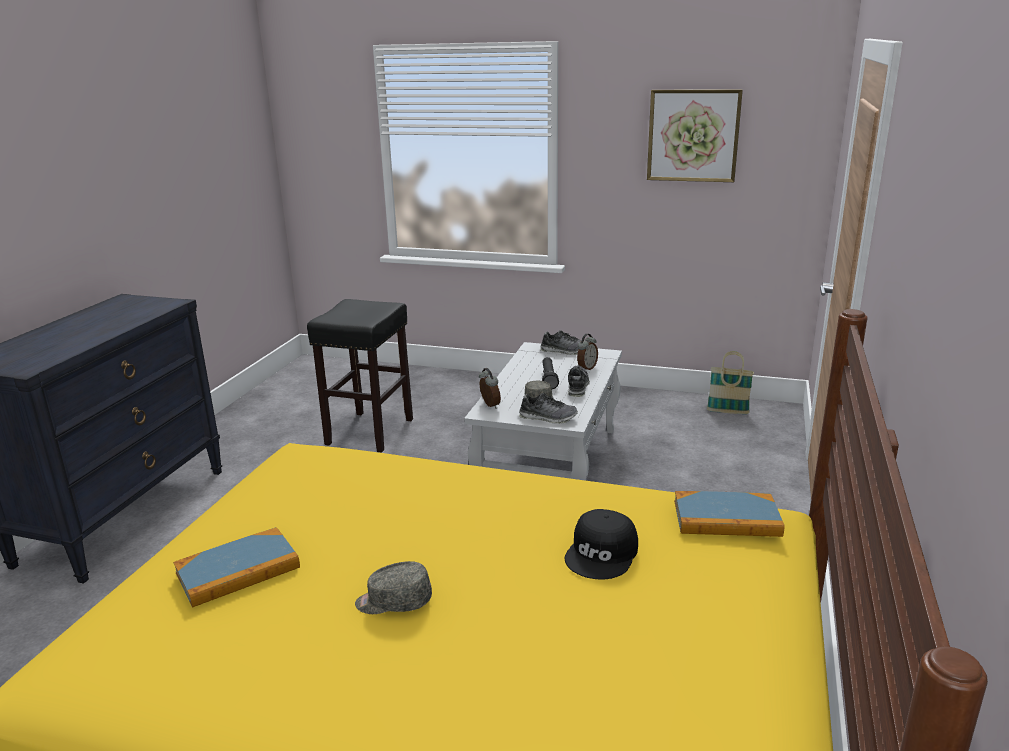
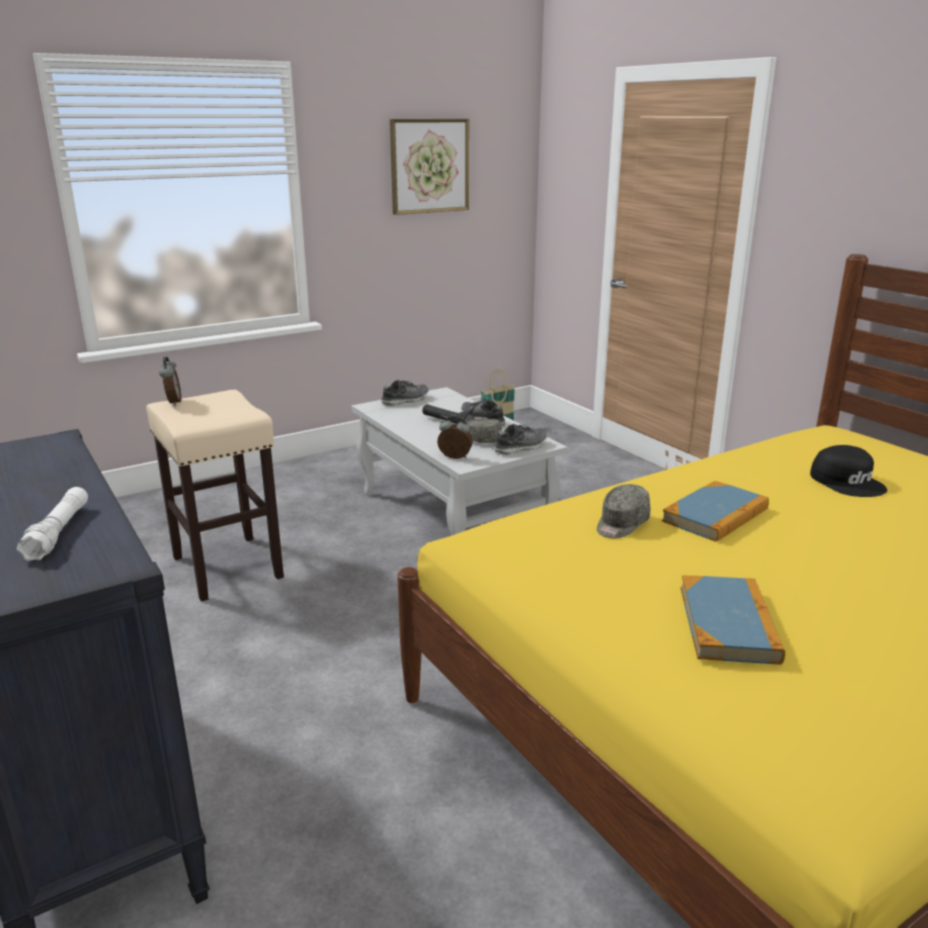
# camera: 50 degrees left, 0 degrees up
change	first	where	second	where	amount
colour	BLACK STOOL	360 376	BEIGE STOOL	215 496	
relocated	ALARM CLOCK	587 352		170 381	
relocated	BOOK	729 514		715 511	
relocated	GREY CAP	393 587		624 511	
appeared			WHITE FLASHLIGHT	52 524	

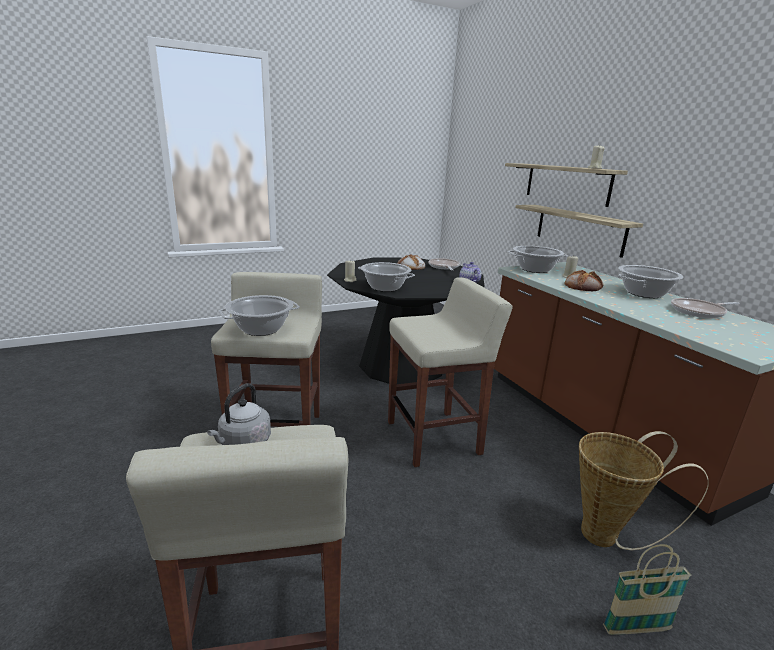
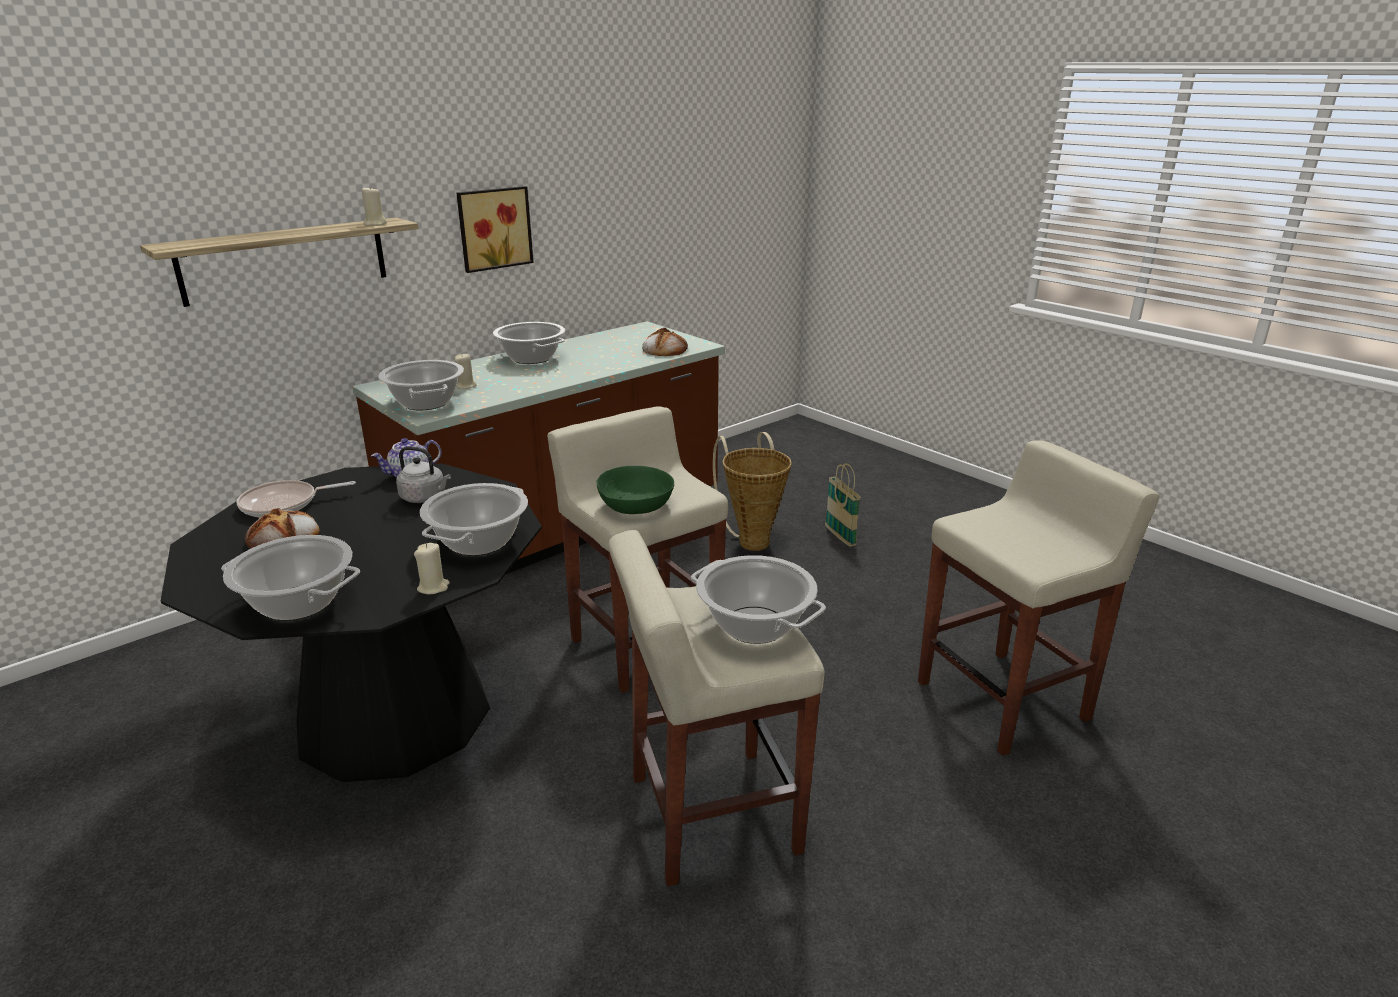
# camera: 105 degrees left, 5 degrees up
change	first	where	second	where	amount
missing	SHELF	579 231			
relocated	BREAD	584 280		665 342	
missing	FRYING PAN	705 308			
relocated	GREY KETTLE	239 414		423 474	
appeared			PICTURE	495 229	
appeared			GREEN BOWL	635 490	
appeared			COOKING POT	290 578	

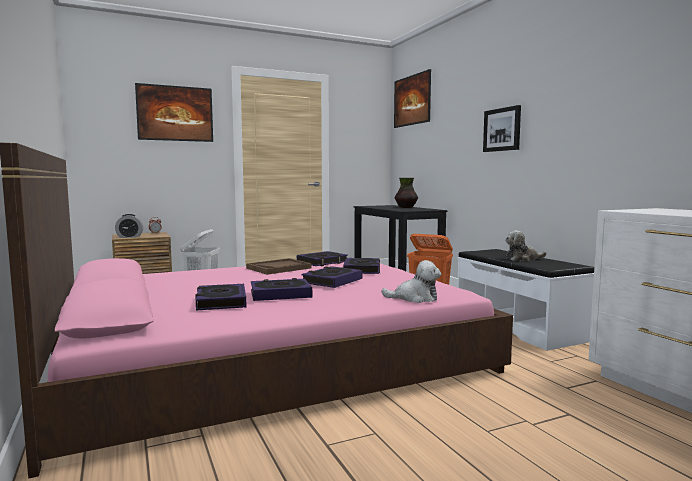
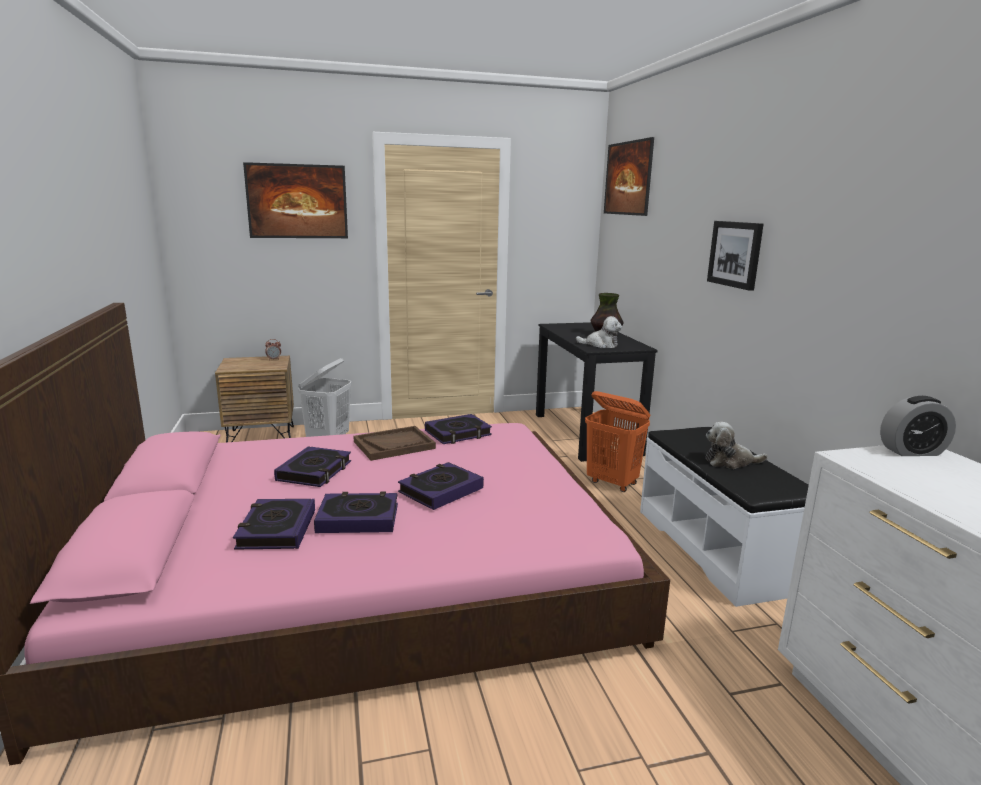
# camera: 10 degrees right, 10 degrees up
change	first	where	second	where	amount
relocated	ALARM CLOCK	129 226		918 426	
relocated	BOOK	361 266		312 466	
relocated	PLUSH TOY	411 281		599 332	

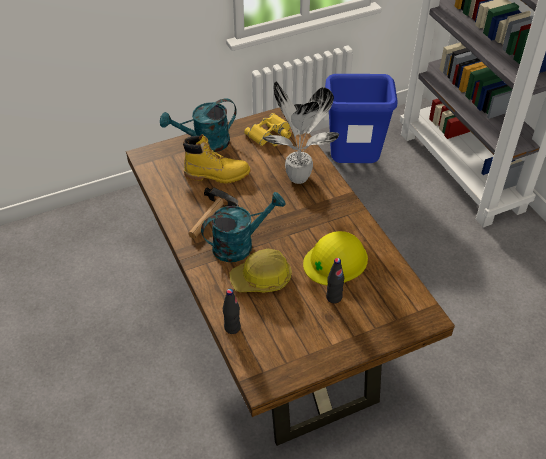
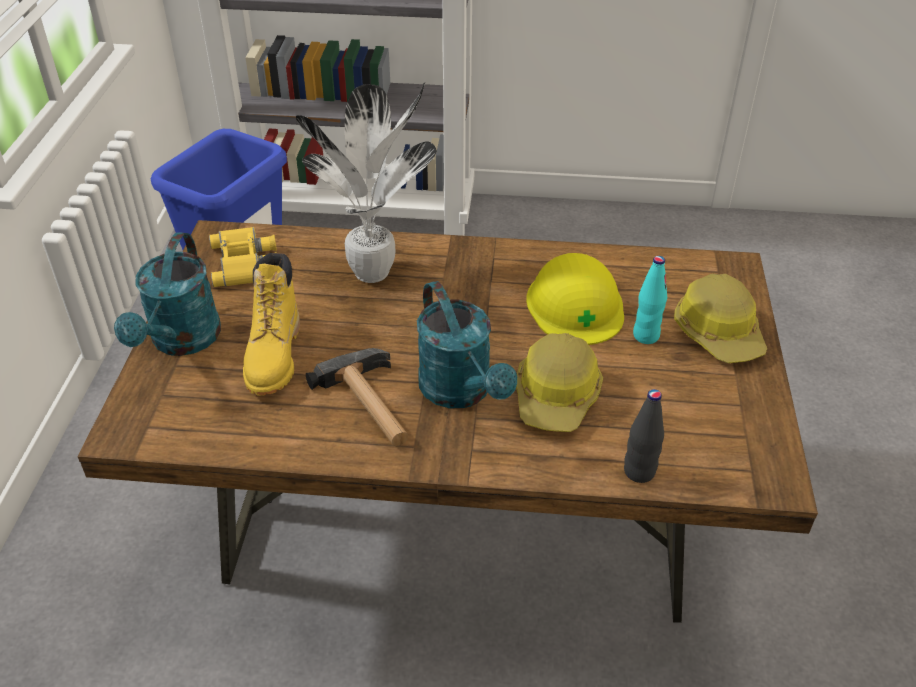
# camera: 60 degrees left, 5 degrees down
change	first	where	second	where	amount
spun	YELLOW BOOT	217 158		271 324	150 degrees clockwise
spun	TURQUOISE WATERING CAN	243 227		467 344	150 degrees clockwise
colour	BLACK BOTTLE	335 280	TURQUOISE BOTTLE	650 300	
appeared			HARD HAT	720 318	

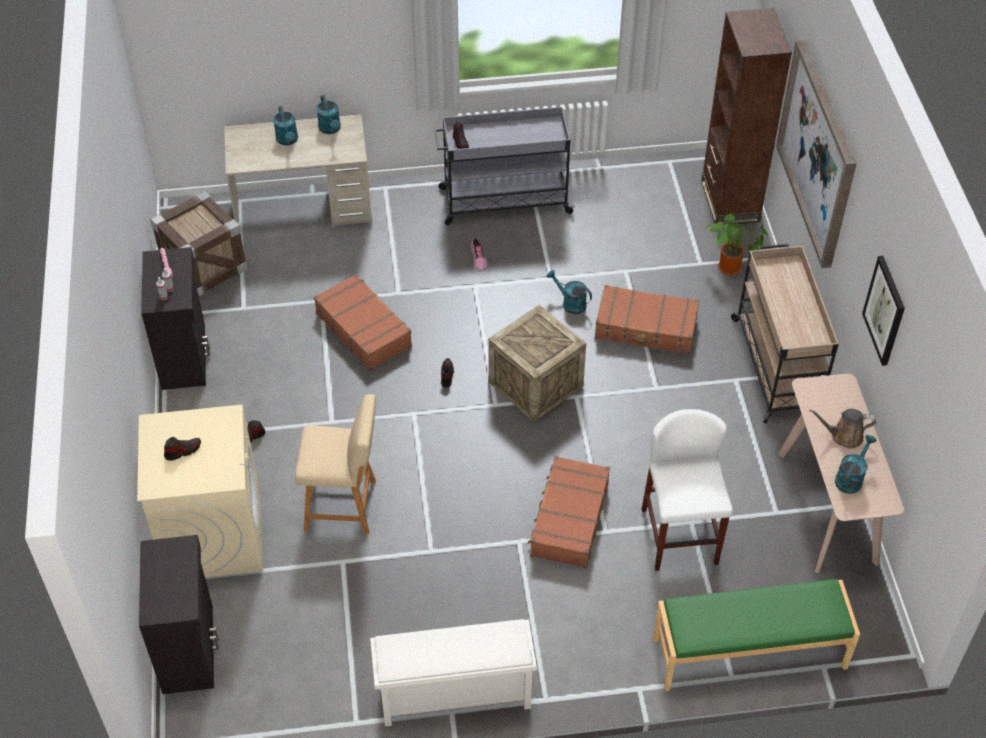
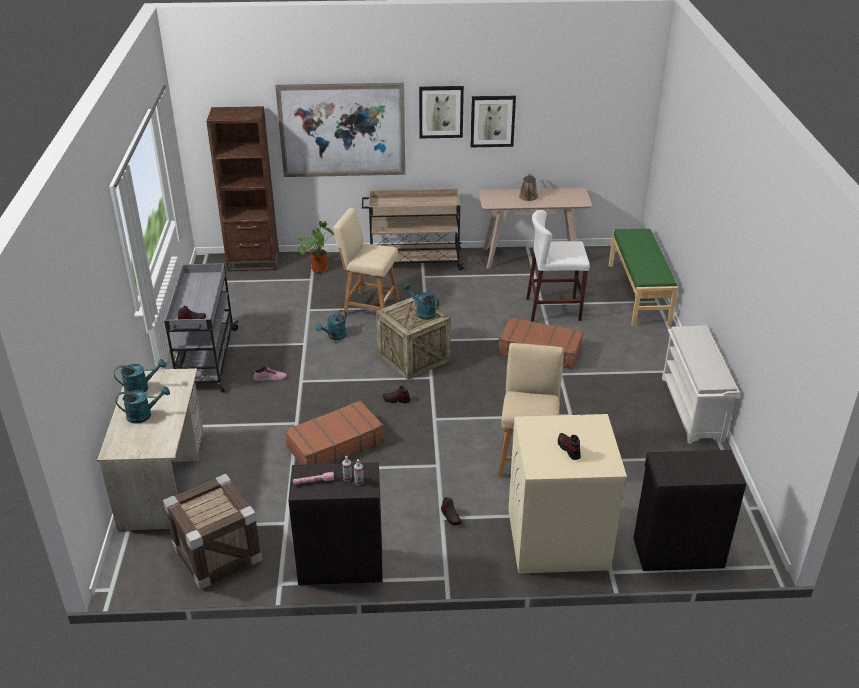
# camera: 85 degrees left, 15 degrees down
change	first	where	second	where	amount
exchanged	BROWN SUITCASE	647 319	BEIGE STOOL	366 261	
relocated	TURQUOISE WATERING CAN	856 464		421 301	
appeared			PICTURE	441 112	

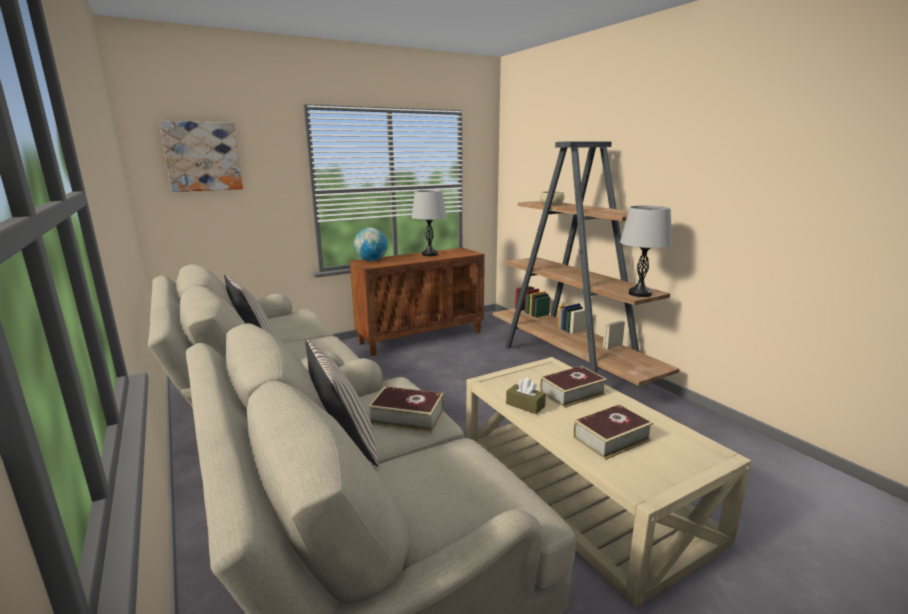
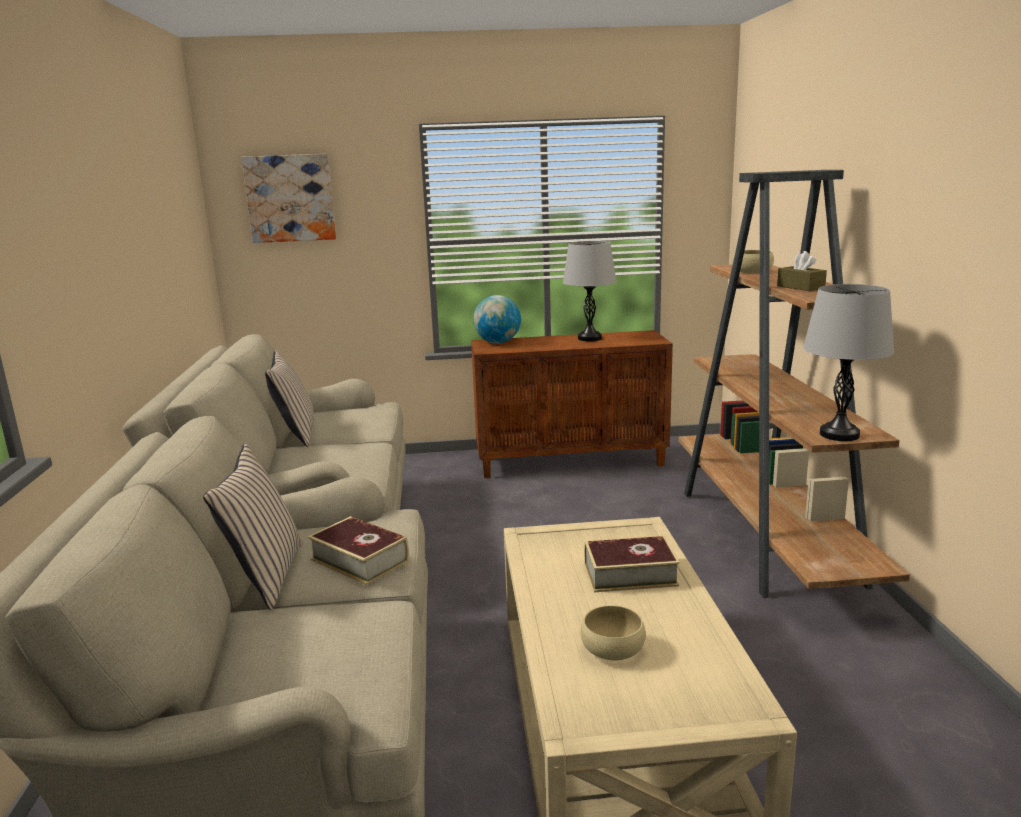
# camera: 25 degrees right, 0 degrees up
change	first	where	second	where	amount
relocated	BROWN TISSUE BOX	526 396		802 271	
exchanged	BOOK	613 432	BEIGE BOWL	613 632	

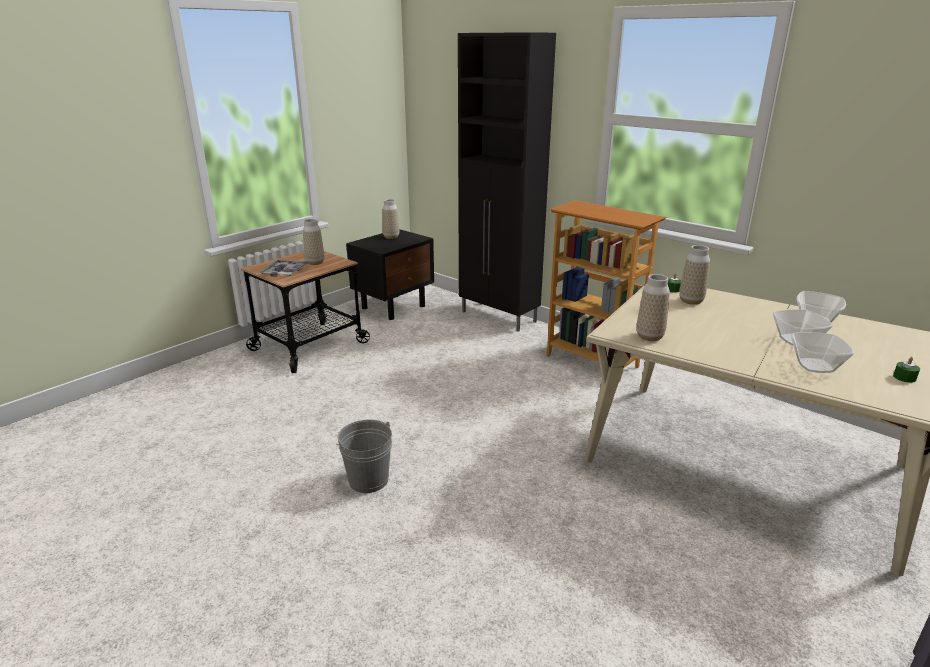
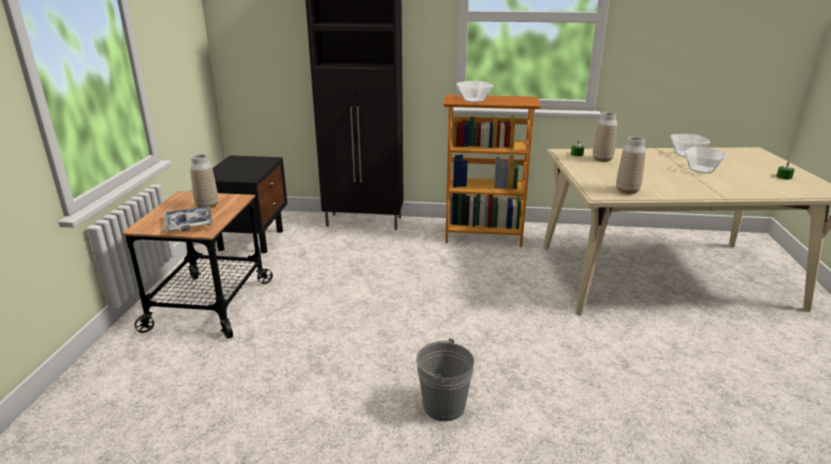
# camera: 35 degrees left, 0 degrees up
change	first	where	second	where	amount
missing	VASE	390 219			
relocated	BOWL	822 352		474 91	

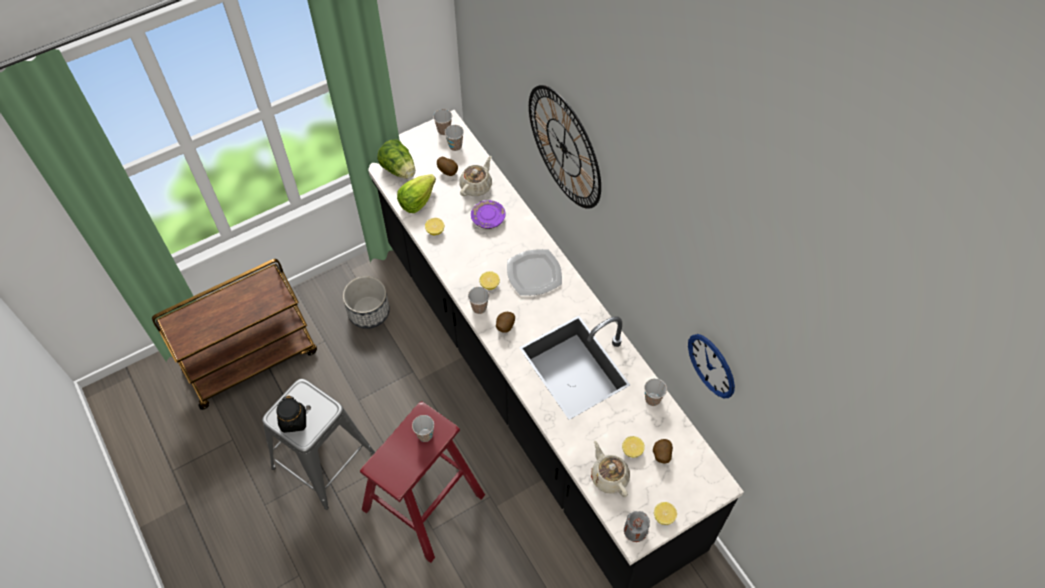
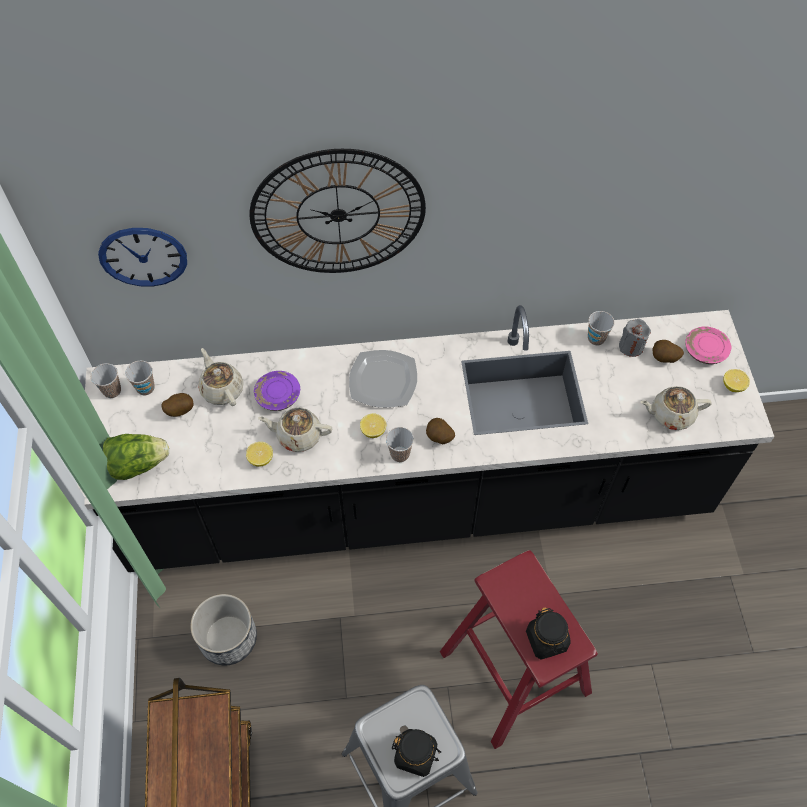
# camera: 65 degrees left, 0 degrees up
change	first	where	second	where	amount
missing	LETTUCE	416 193			
relocated	WALL CLOCK	711 366		142 257	
missing	CUP	423 428			
missing	LEMON	633 447			
relocated	GREY CANDLE	637 526		635 338	
appeared			PINK PLATE	708 345	
appeared			BEIGE TEAPOT	295 429	
appeared			BLACK JAR	548 633	

